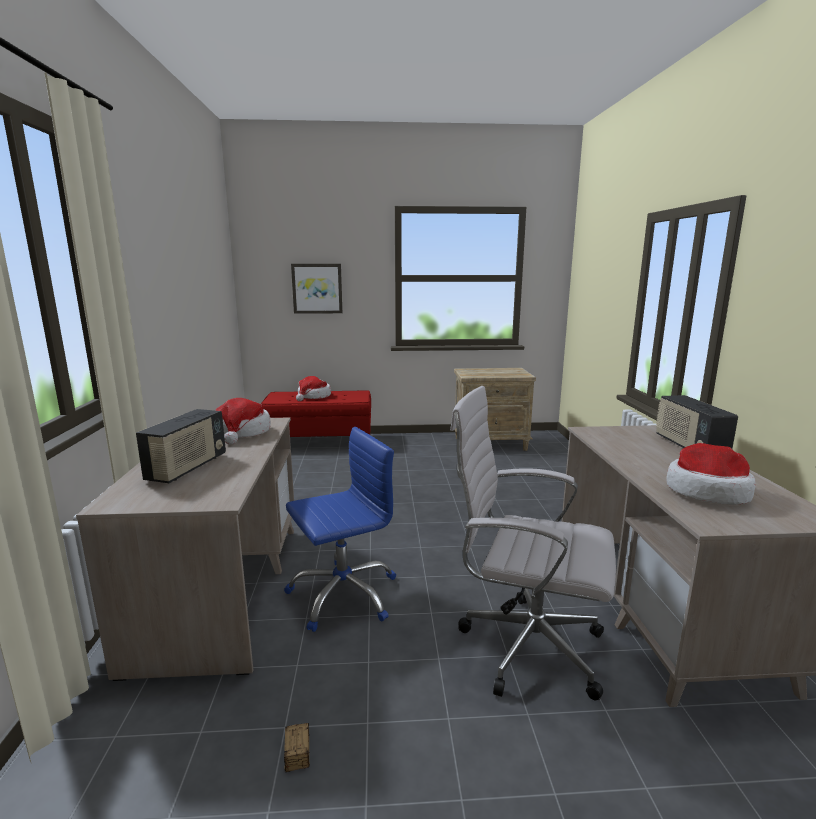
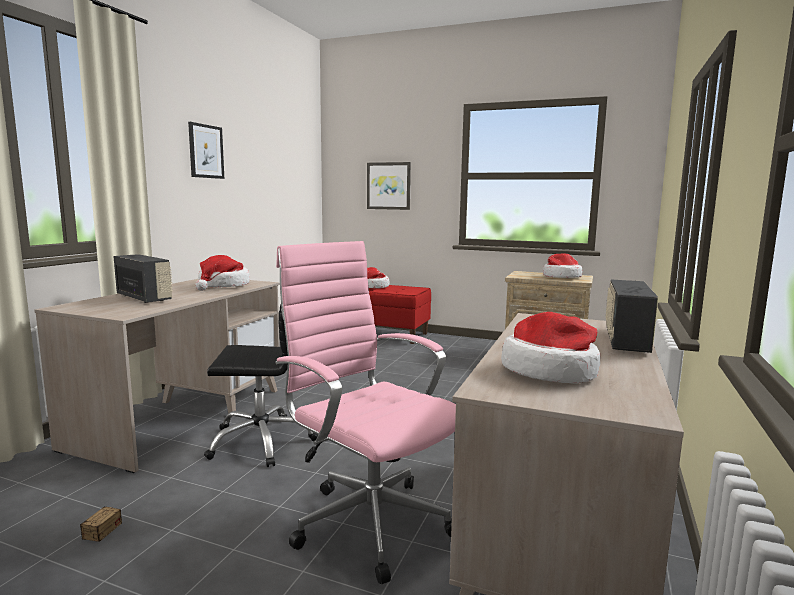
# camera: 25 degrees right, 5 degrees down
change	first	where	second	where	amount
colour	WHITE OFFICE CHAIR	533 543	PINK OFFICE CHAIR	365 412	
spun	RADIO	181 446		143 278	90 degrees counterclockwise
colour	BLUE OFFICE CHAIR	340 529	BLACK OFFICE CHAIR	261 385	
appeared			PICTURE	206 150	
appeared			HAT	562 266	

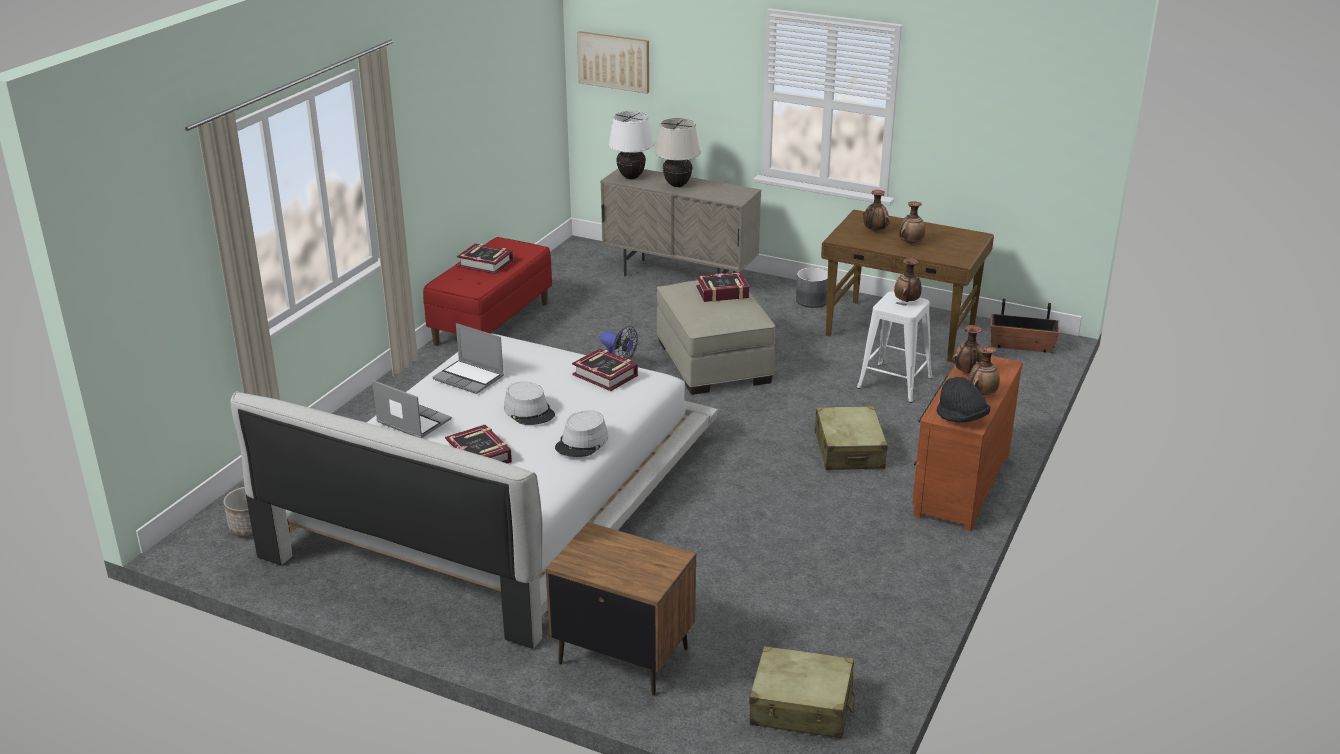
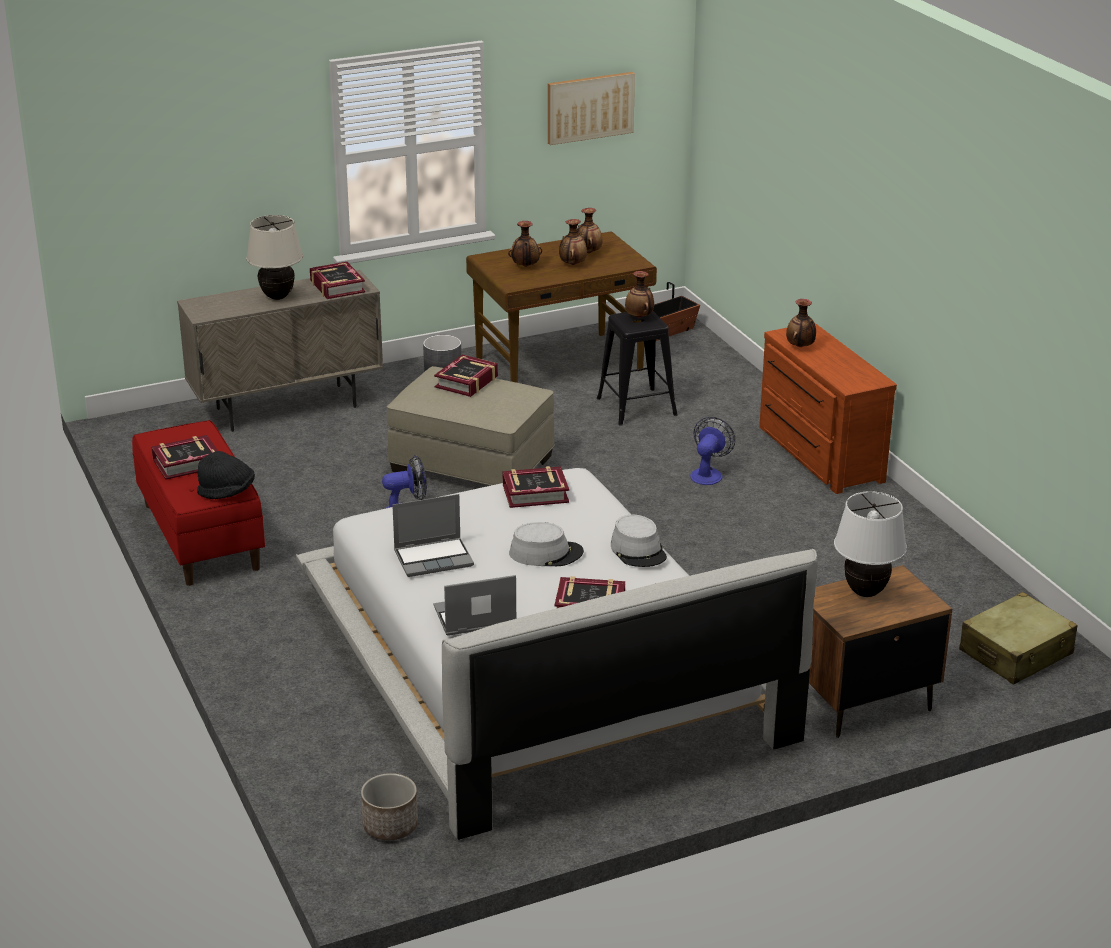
# camera: 50 degrees left, 0 degrees up
change	first	where	second	where	amount
relocated	PICTURE	613 62		591 108	
relocated	WHITE TABLE LAMP	630 145		870 544	
colour	WHITE STOOL	894 347	BLACK STOOL	637 368	
relocated	VASE	984 370		589 230	
relocated	BLACK HAT	963 400		226 475	
exchanged	BEIGE SUITCASE	851 438	FAN	712 451	
appeared			BOOK	337 280	

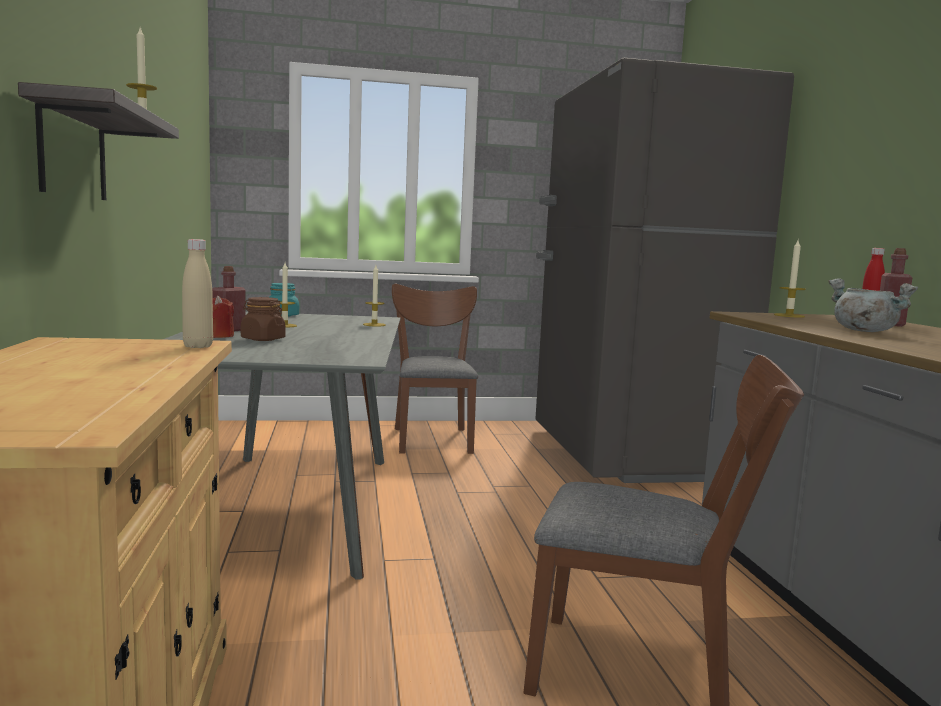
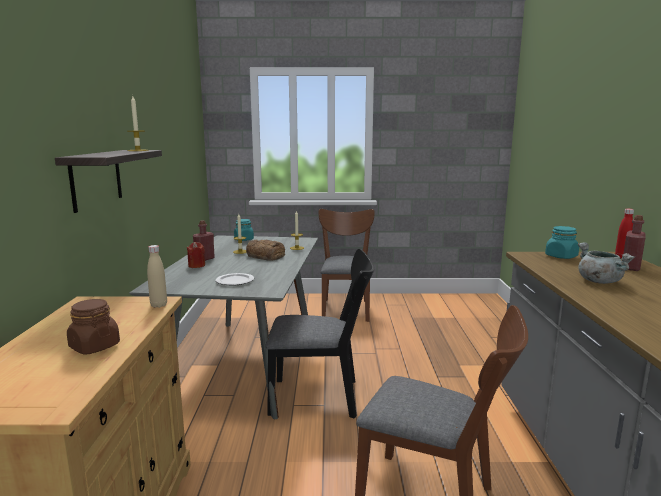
# camera: 10 degrees right, 5 degrees up
change	first	where	second	where	amount
missing	GREY FRIDGE	664 270			
exchanged	CANDLE	790 279	TURQUOISE JAR	562 242	
relocated	BROWN JAR	263 319		93 327	
appeared			BREAD	265 250	
appeared			BLACK CHAIR	320 334	
appeared			PLATE	235 279	

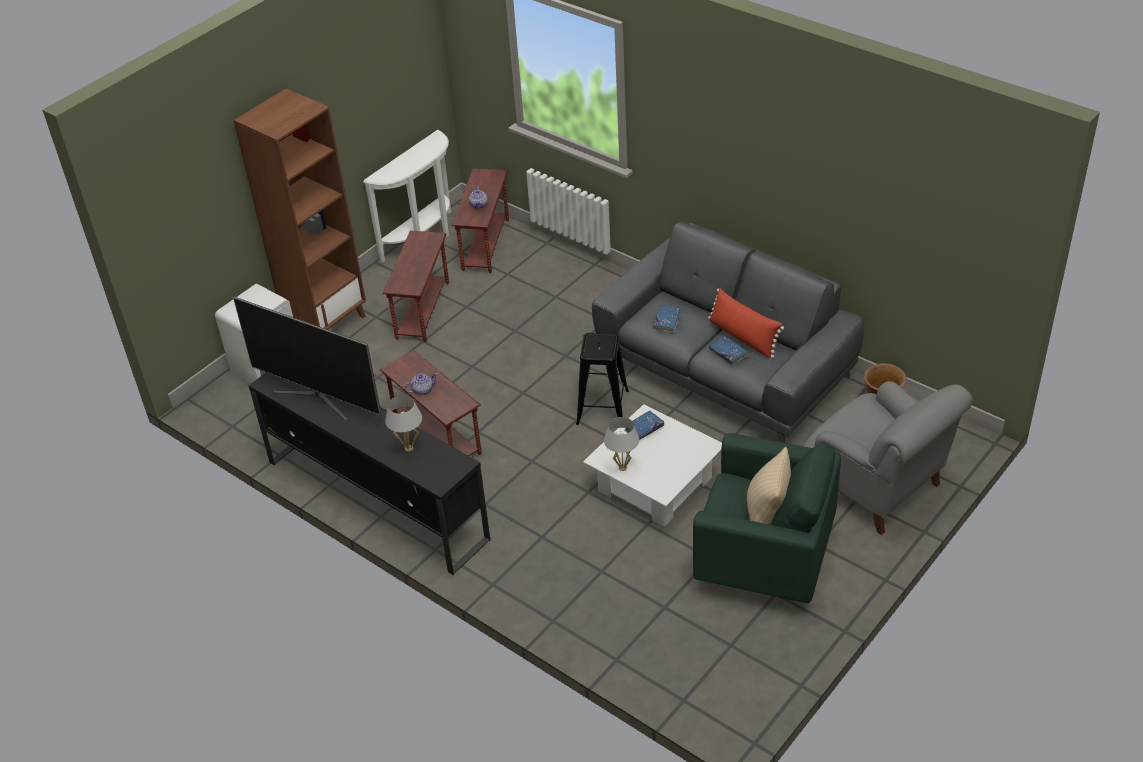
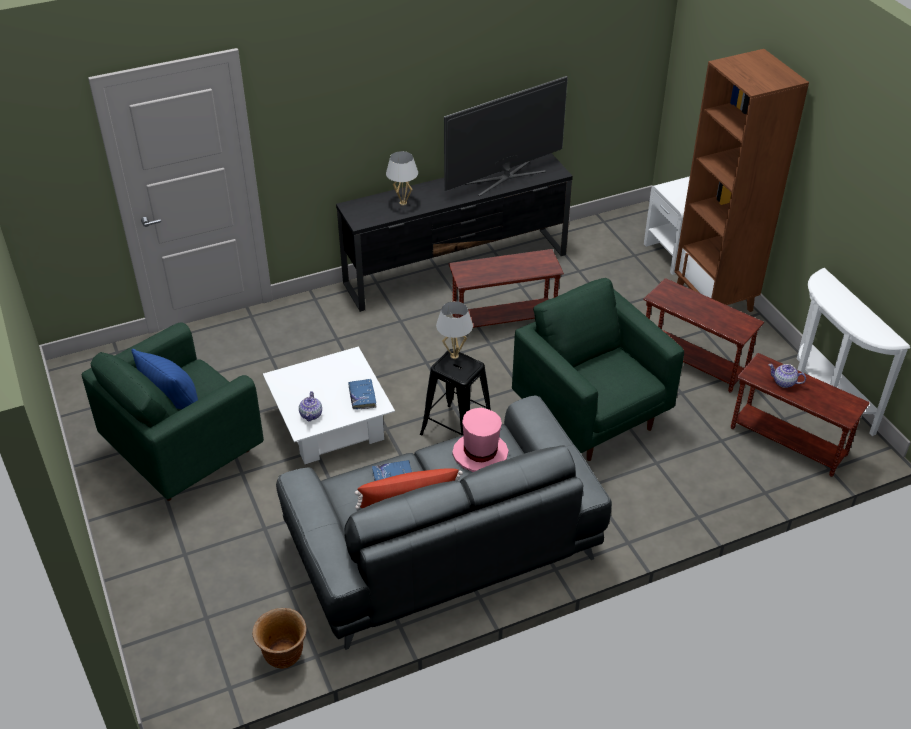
# camera: 115 degrees right, 0 degrees up
change	first	where	second	where	amount
exchanged	BLUE BOOK	666 319	PINK HAT	480 440	
relocated	TEAPOT	421 383		310 406	
missing	GREY ARMCHAIR	887 458			
relocated	WHITE TABLE LAMP	621 444		454 330	
colour	BEIGE PILLOW	769 485	BLUE PILLOW	164 379	
appeared			GREEN ARMCHAIR	598 369	

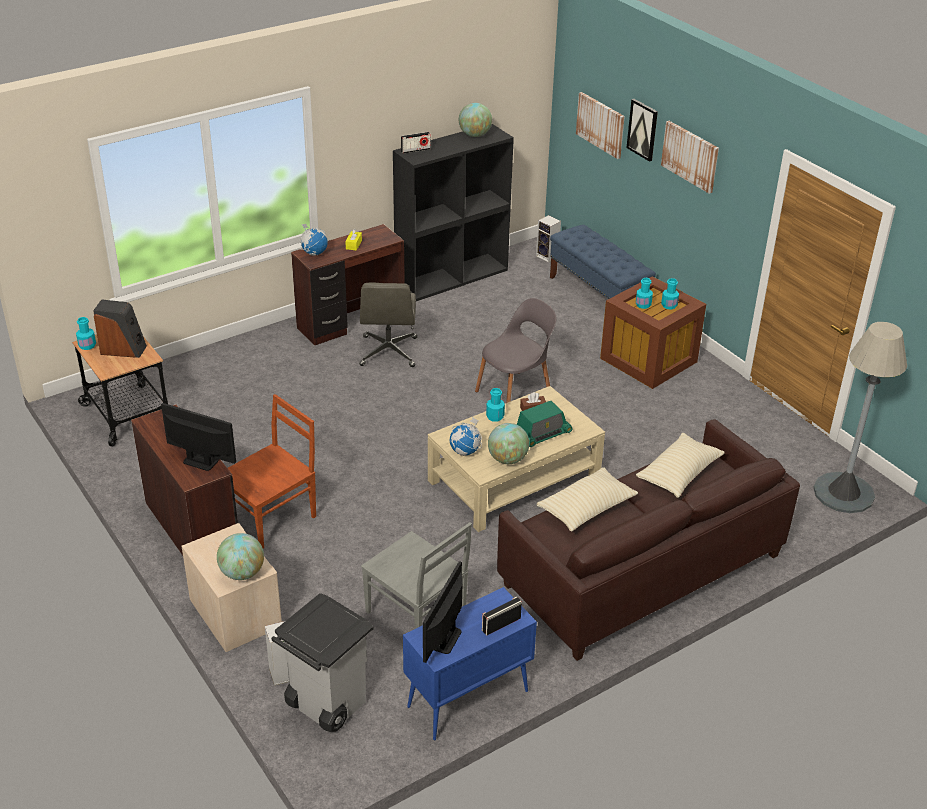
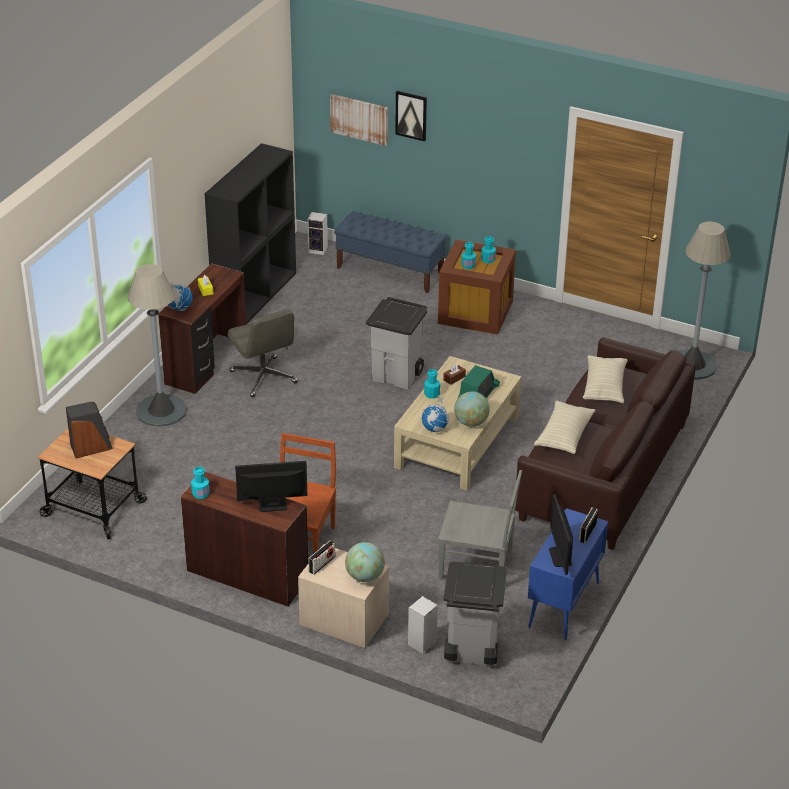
# camera: 30 degrees left, 0 degrees up
change	first	where	second	where	amount
missing	GLOBE	475 120			
missing	PICTURE	690 157			
relocated	RADIO	416 143		321 557	
exchanged	GREY CHAIR	516 350	GREY TRASH CAN	396 343	
relocated	TURQUOISE BOTTLE	86 333		200 483	
appeared			GREY FLOOR LAMP	157 345	

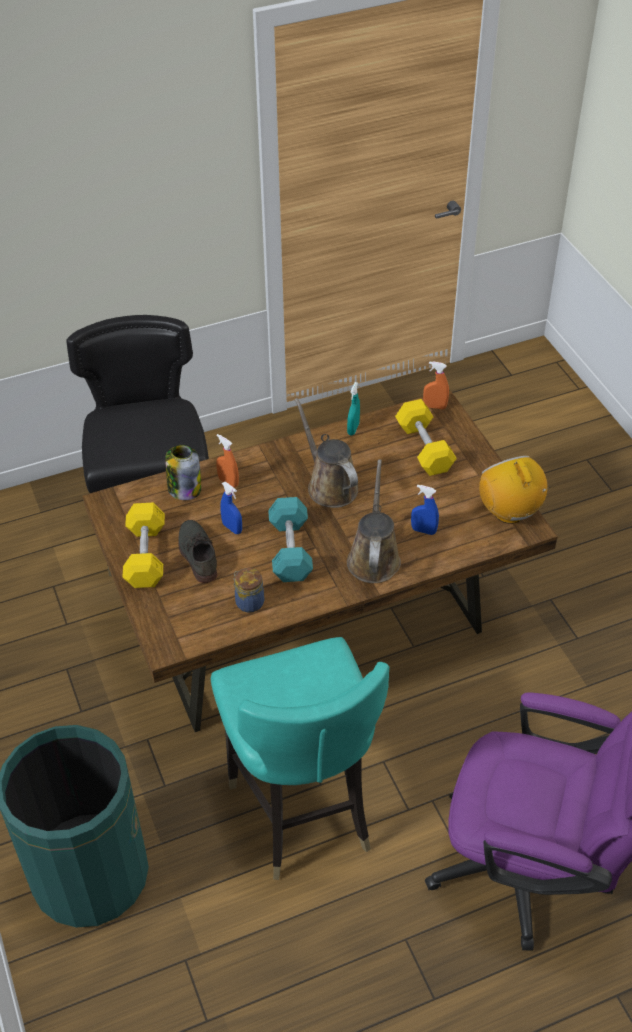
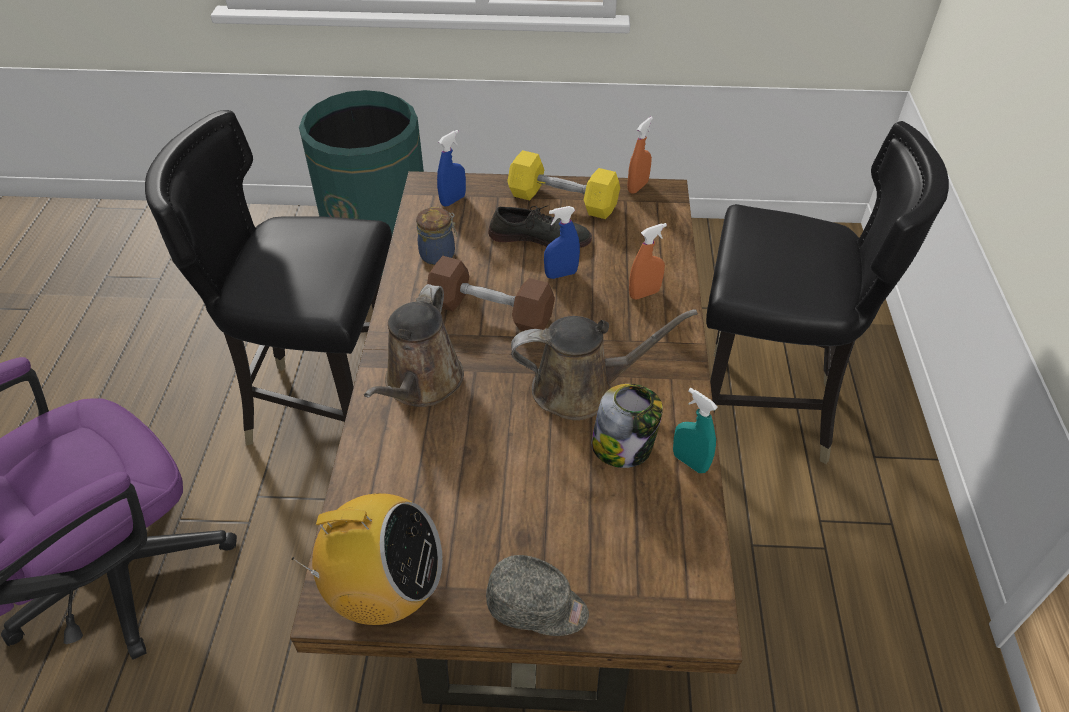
# camera: 115 degrees right, 0 degrees up
change	first	where	second	where	amount
relocated	ORANGE SPRAY BOTTLE	436 385		640 155	
missing	YELLOW DUMBBELL	426 437			
relocated	JAR	183 472		627 426	
spun	BROWN WATERING CAN	374 521		414 345	75 degrees clockwise
relocated	BLUE SPRAY BOTTLE	425 510		451 168	
colour	TURQUOISE DUMBBELL	290 539	BROWN DUMBBELL	491 293	
colour	TURQUOISE CHAIR	300 758	BLACK CHAIR	268 278	
appeared			GREY CAP	537 595	

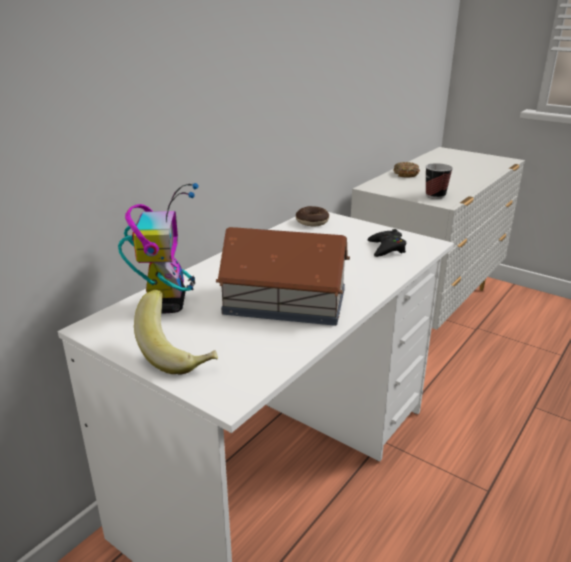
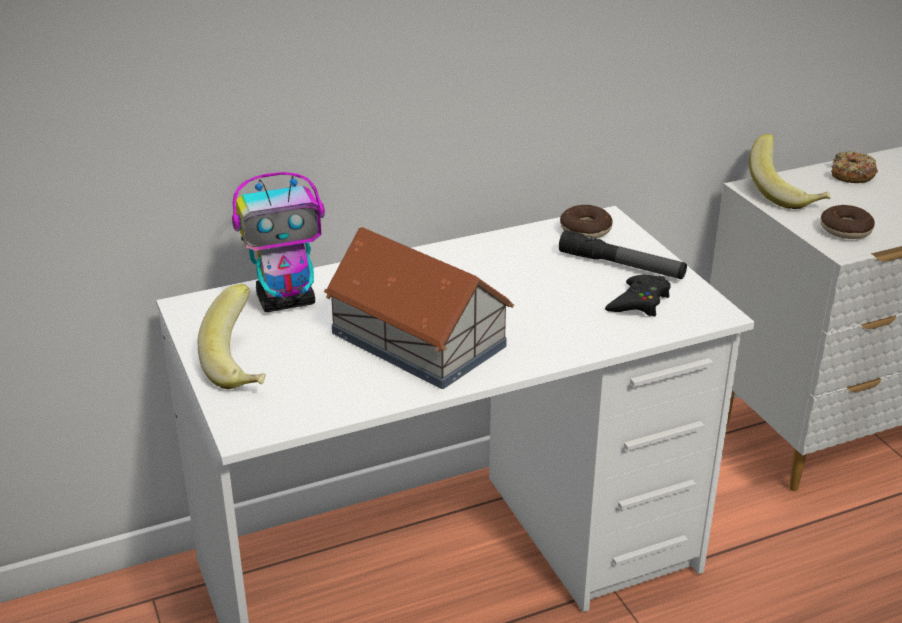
# camera: 30 degrees right, 5 degrees up
change	first	where	second	where	amount
exchanged	CUP	439 181	DONUT	847 222	
spun	TOY ROBOT	158 248		278 242	45 degrees clockwise
appeared			BANANA	789 171	
appeared			FLASHLIGHT	623 254	

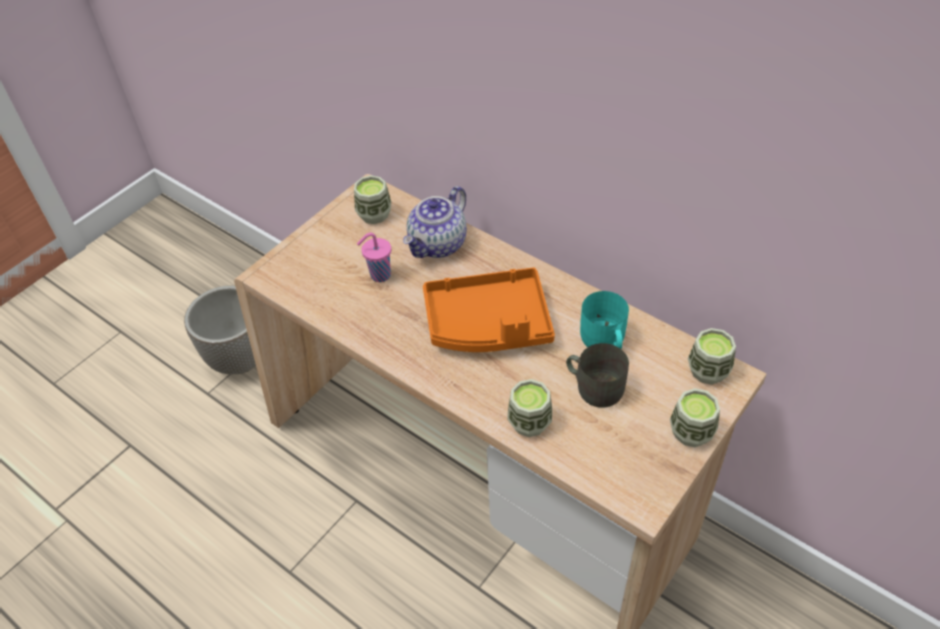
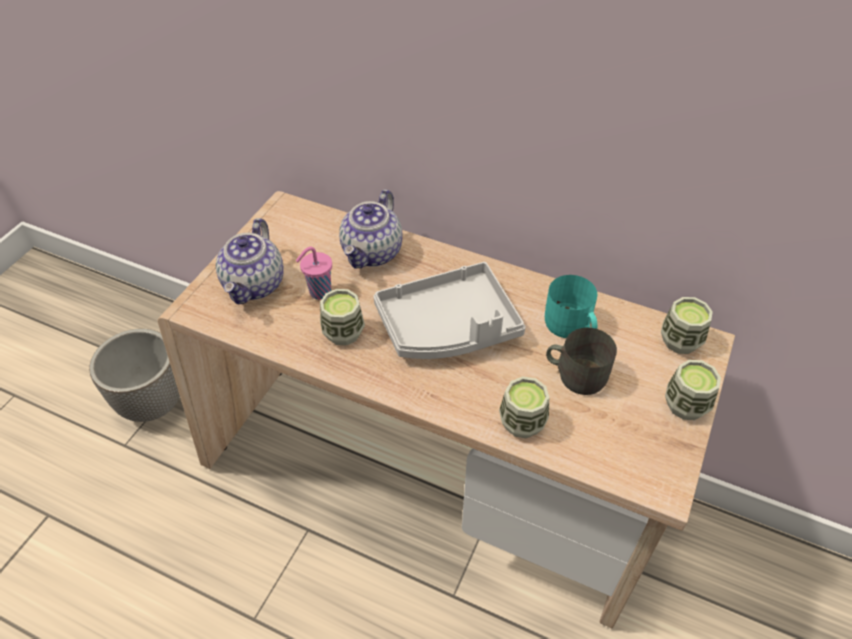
# camera: 15 degrees left, 0 degrees up
change	first	where	second	where	amount
relocated	CUP	372 199		342 317	
colour	ORANGE TRAY	489 309	GREY TRAY	449 310	
appeared			TEAPOT	250 261	

